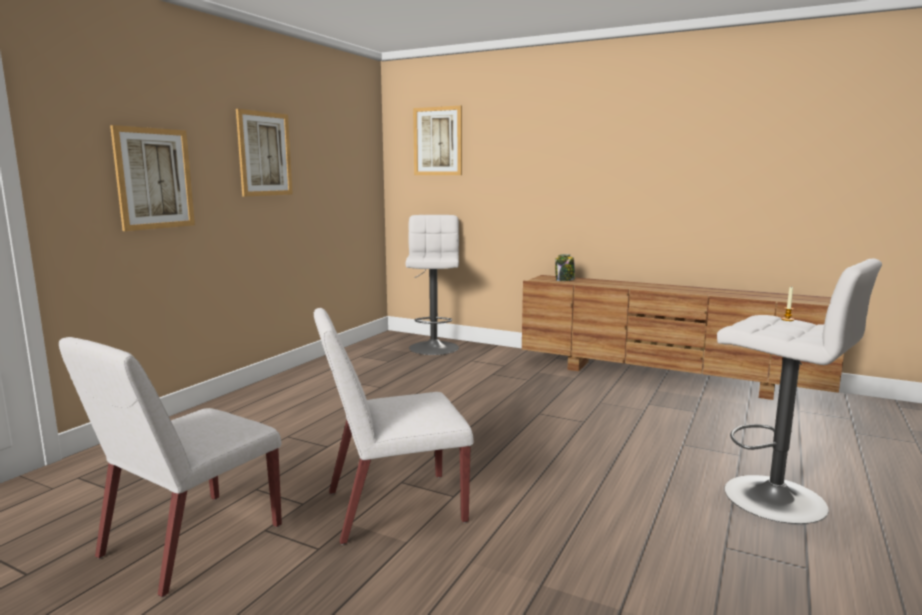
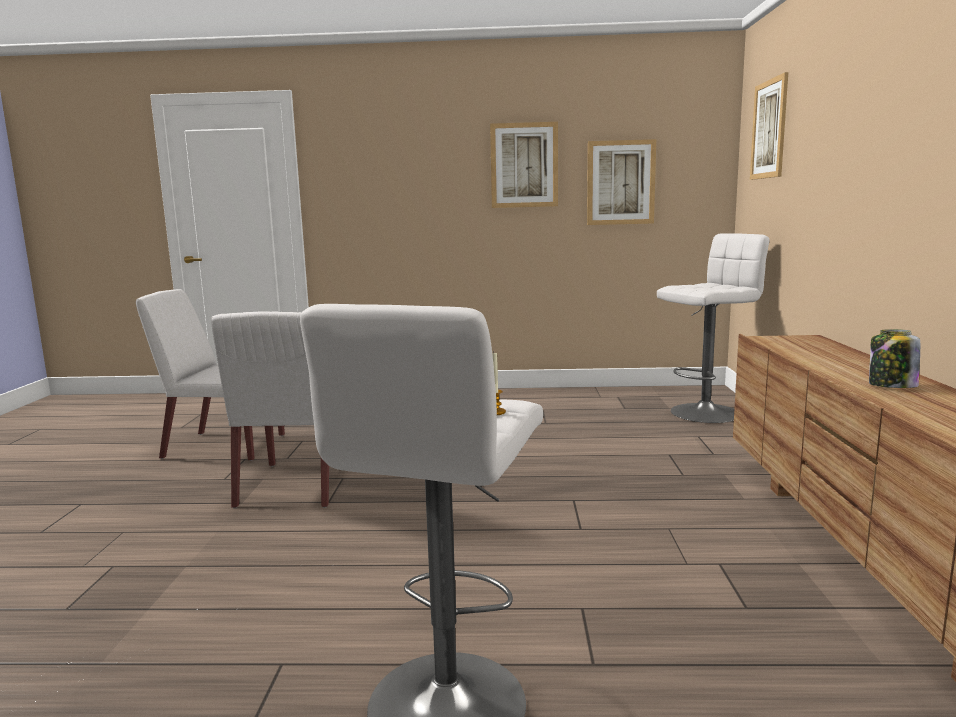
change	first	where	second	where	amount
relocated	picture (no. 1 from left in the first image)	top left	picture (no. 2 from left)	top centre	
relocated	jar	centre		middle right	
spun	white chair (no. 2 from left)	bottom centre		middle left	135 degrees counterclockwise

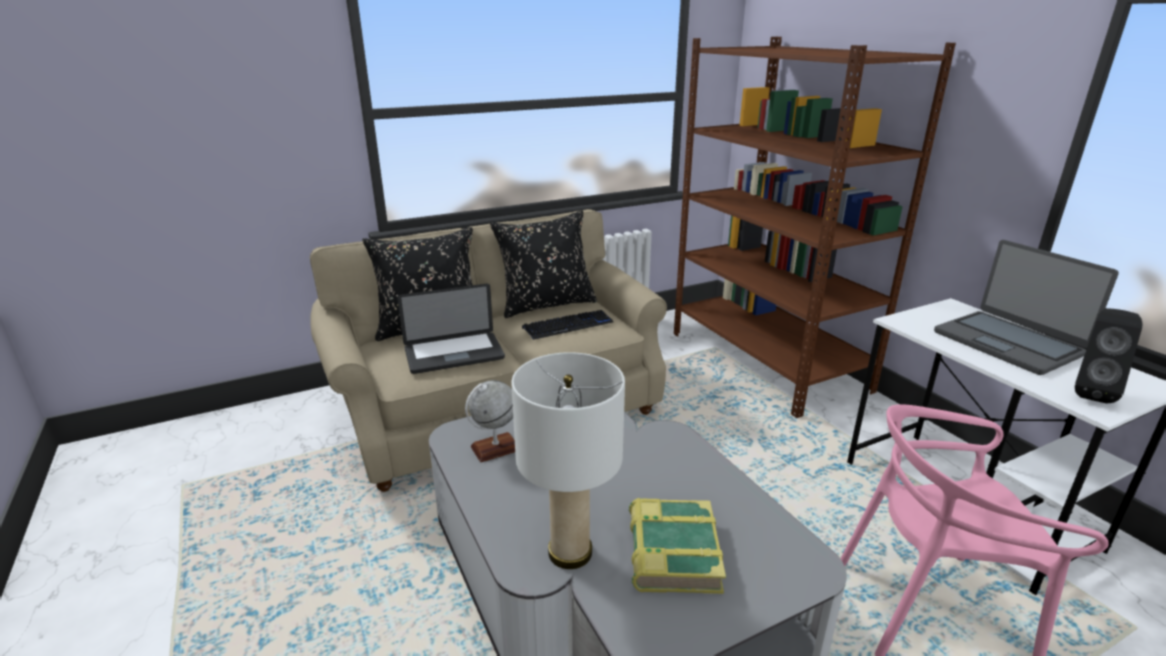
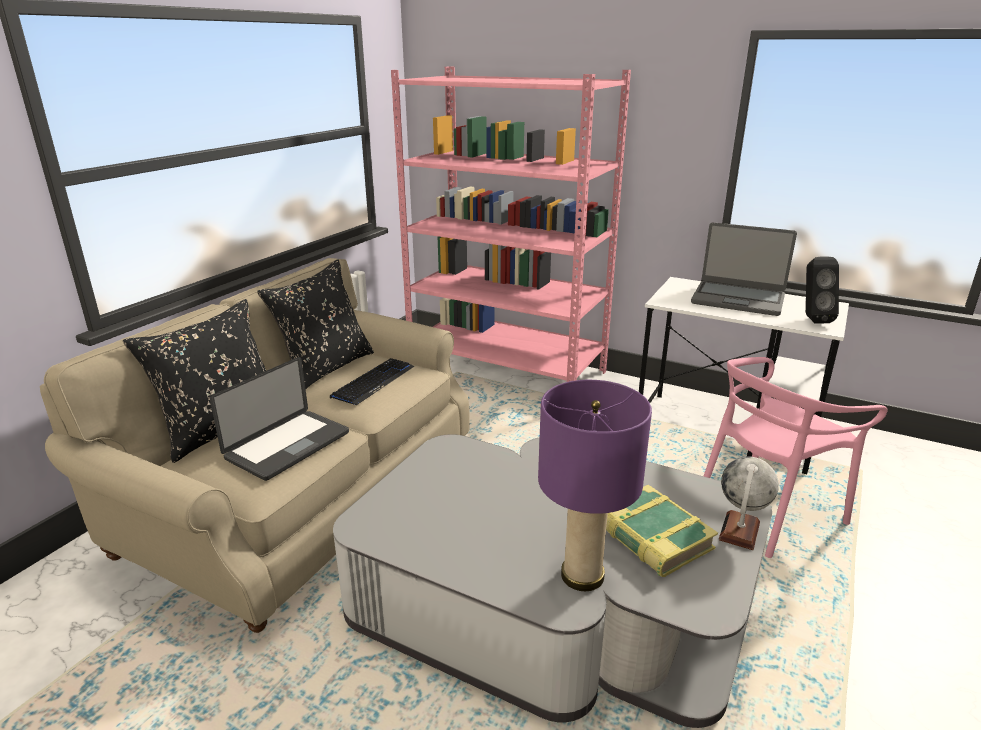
change	first	where	second	where	amount
colour	brown bookcase	middle right	pink bookcase	top centre	
colour	white table lamp	bottom centre	purple table lamp	centre	
relocated	globe	centre		bottom right	

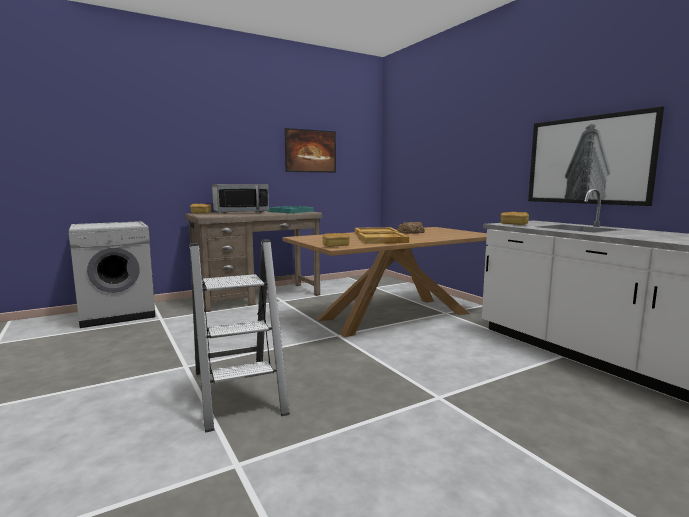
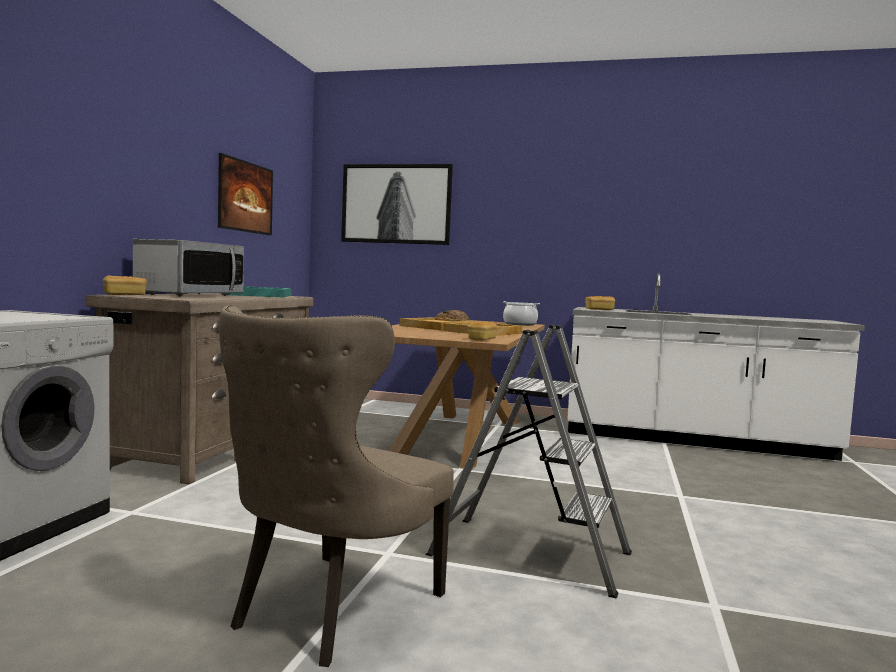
change	first	where	second	where	amount
relocated	picture (no. 2 from left)	top right		top centre	
appeared			cooking pot	centre	
appeared			beige chair	bottom centre	

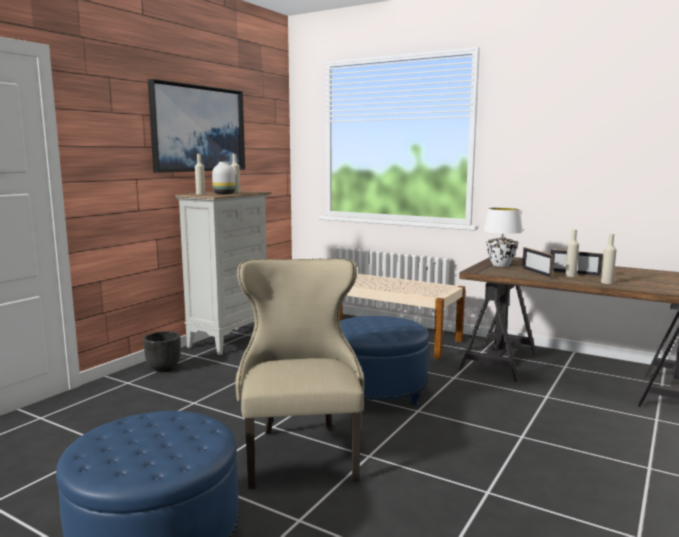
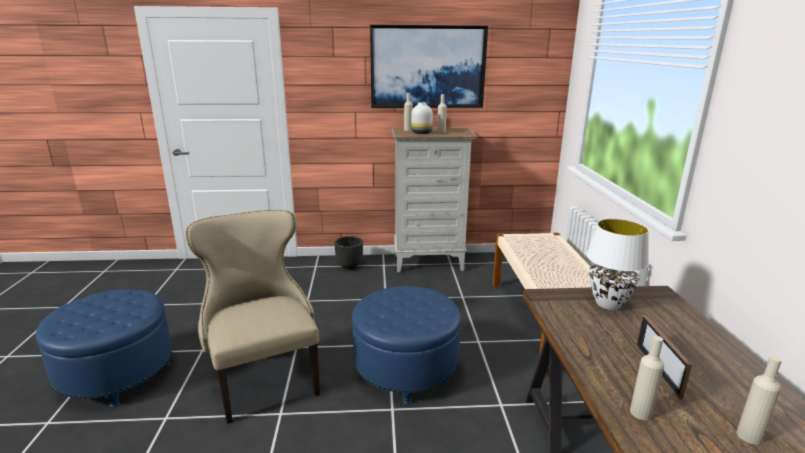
change	first	where	second	where	amount
relocated	beige bottle (no. 3 from left in the first image)	middle right	beige bottle (no. 4 from left)	bottom right	
missing	picture frame (no. 1 from left)	middle right			
spun	beige chair	bottom centre		bottom left	75 degrees counterclockwise

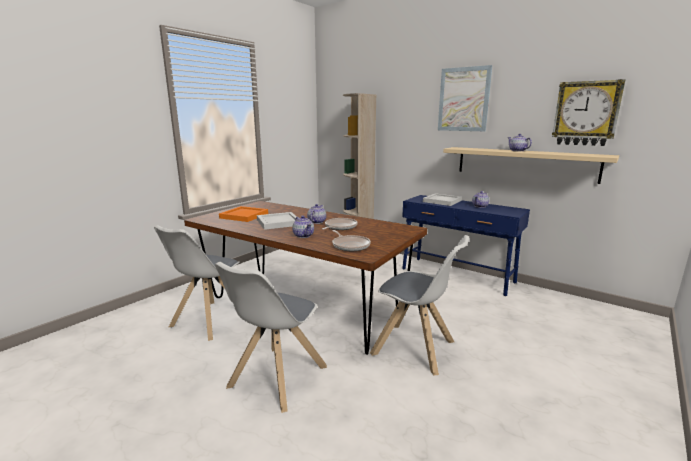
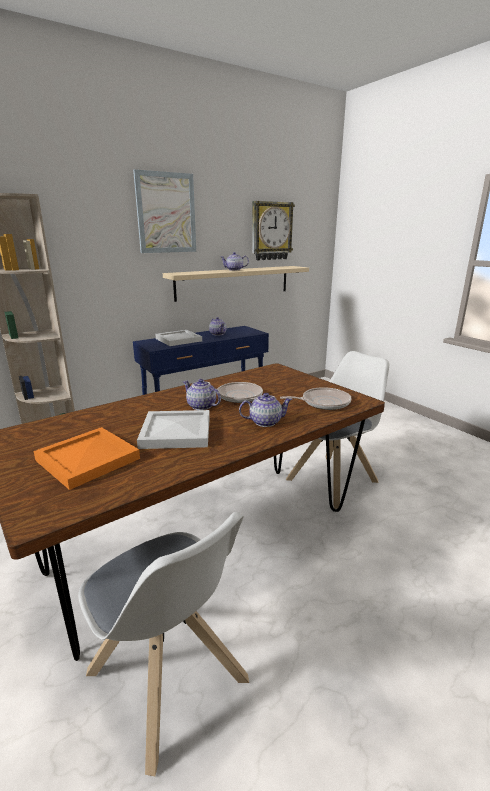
change	first	where	second	where	amount
missing	chair (no. 2 from left)	bottom centre			

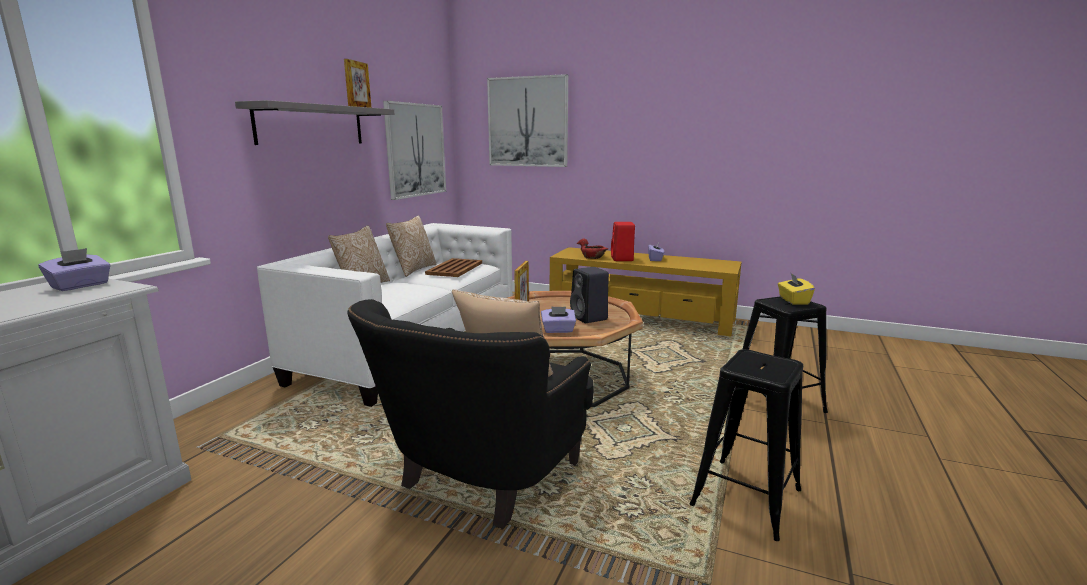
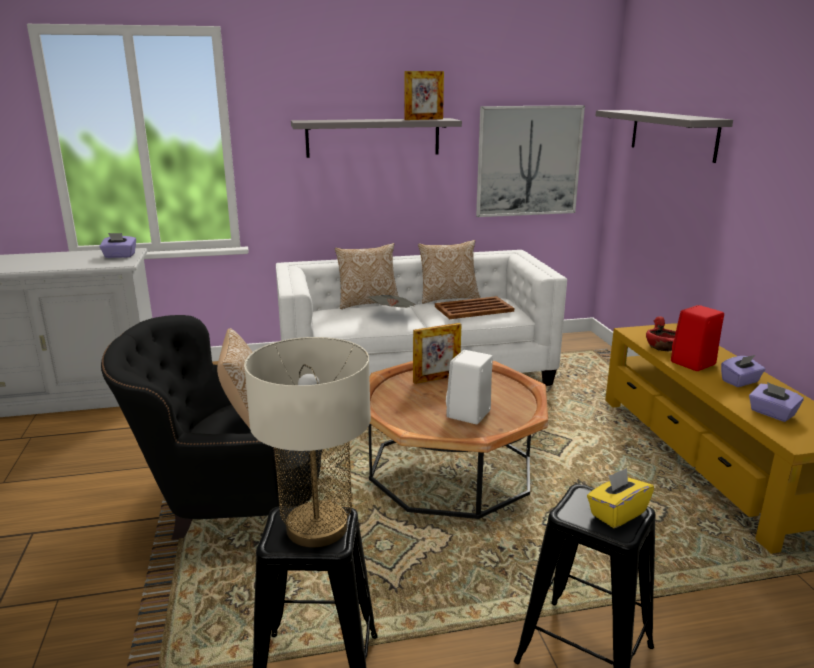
change	first	where	second	where	amount
exchanged	picture (no. 2 from left)	top centre	grey shelf (no. 2 from left)	top right	
colour	black speaker	centre	white speaker	centre	
relocated	purple tissue box (no. 2 from left in the first image)	centre	purple tissue box (no. 3 from left)	middle right	
appeared			newspaper	centre	
appeared			table lamp	centre	

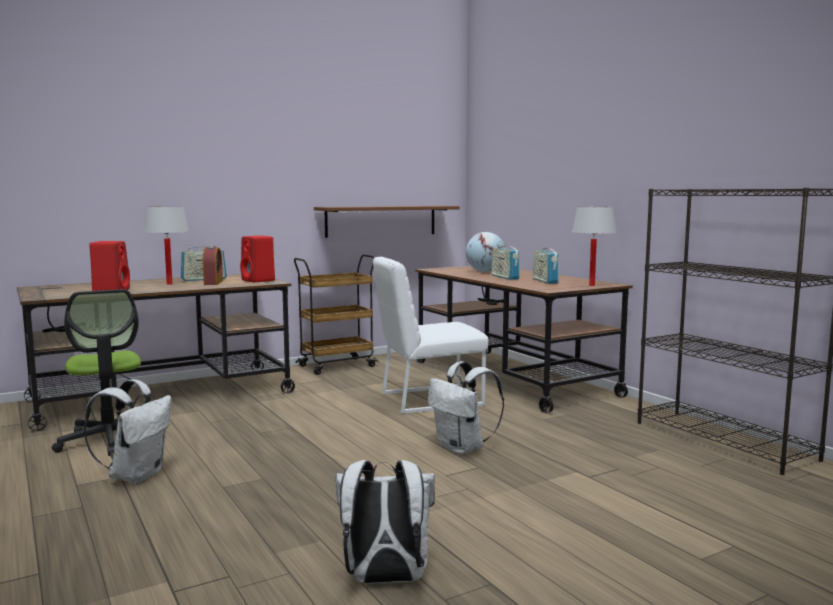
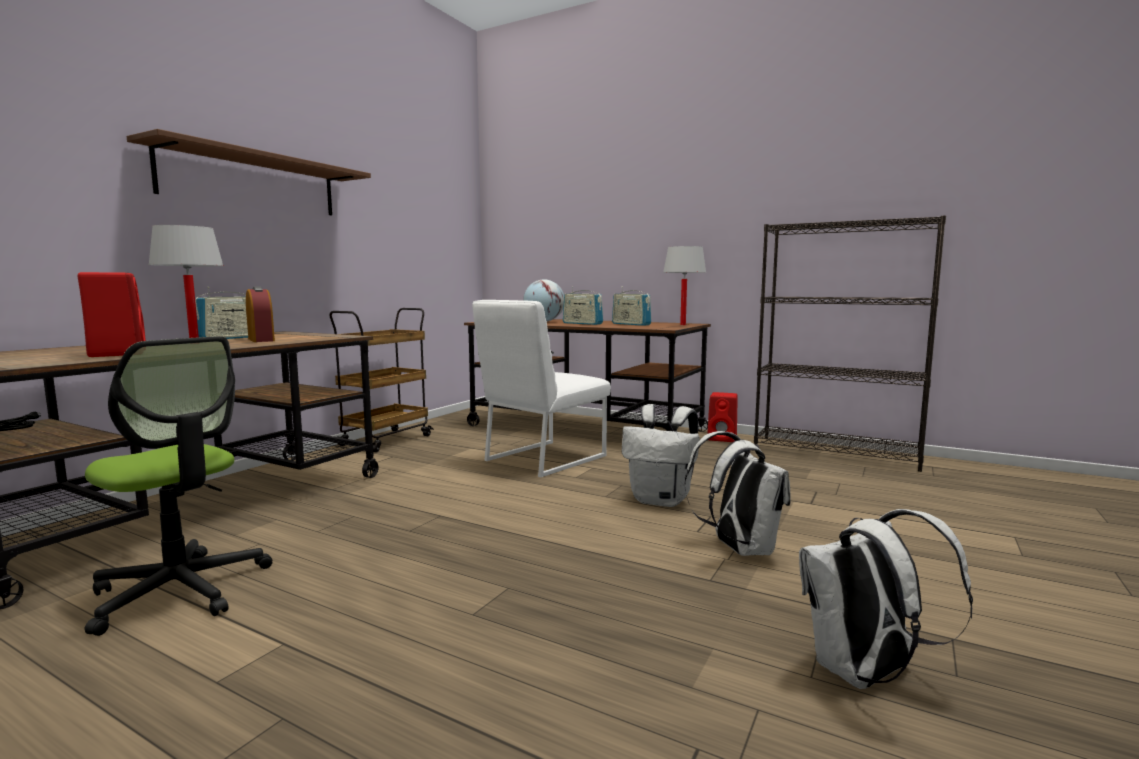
change	first	where	second	where	amount
relocated	brown shelf	centre		top left	
relocated	red speaker (no. 2 from left)	middle left		centre	
relocated	white backpack (no. 1 from left in the first image)	bottom left	white backpack (no. 2 from left)	centre	

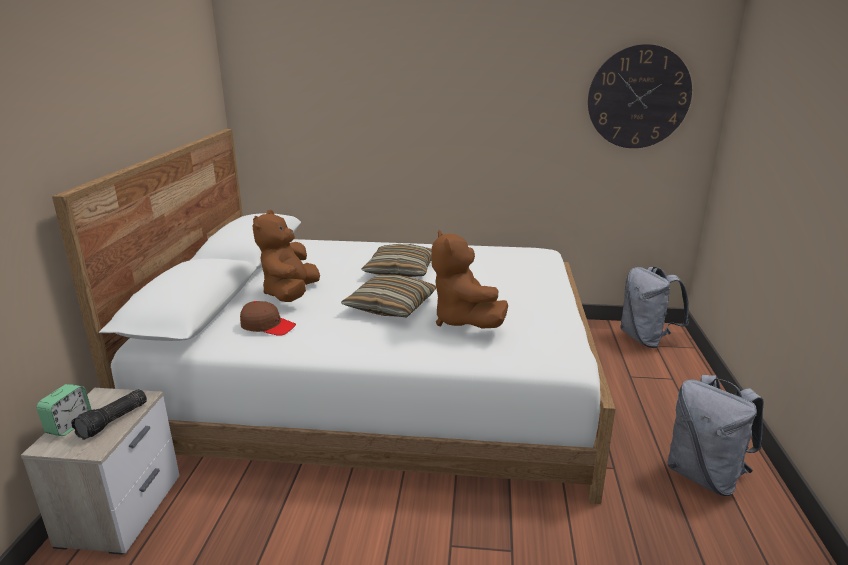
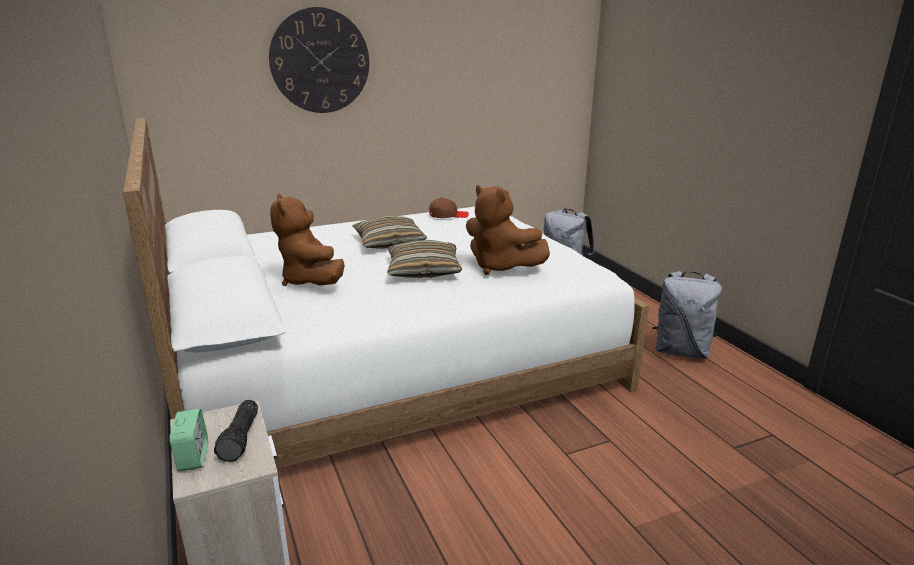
change	first	where	second	where	amount
relocated	wall clock	top right		top centre	
relocated	brown cap	middle left		centre	

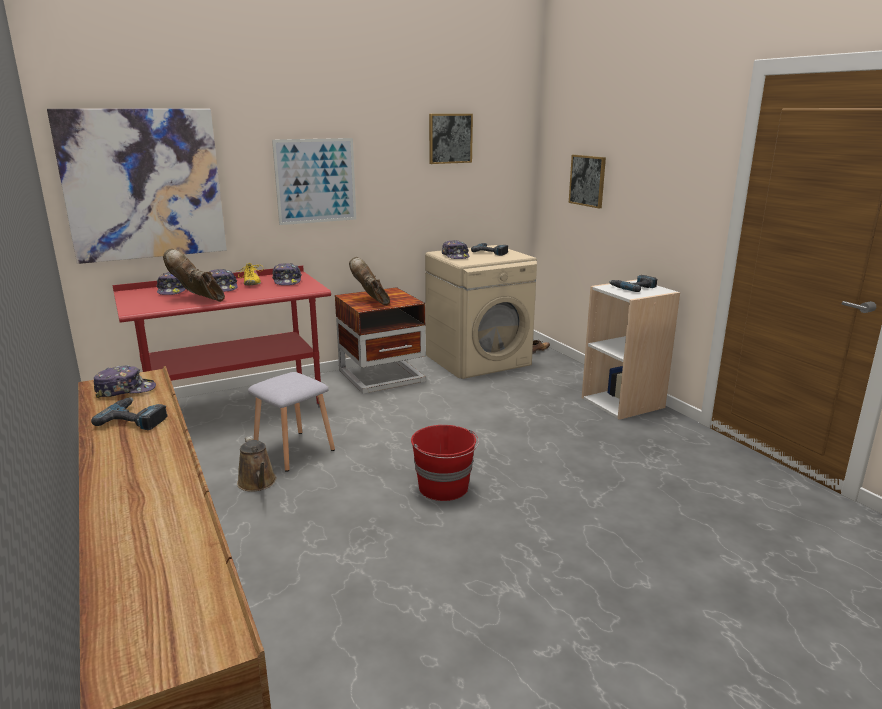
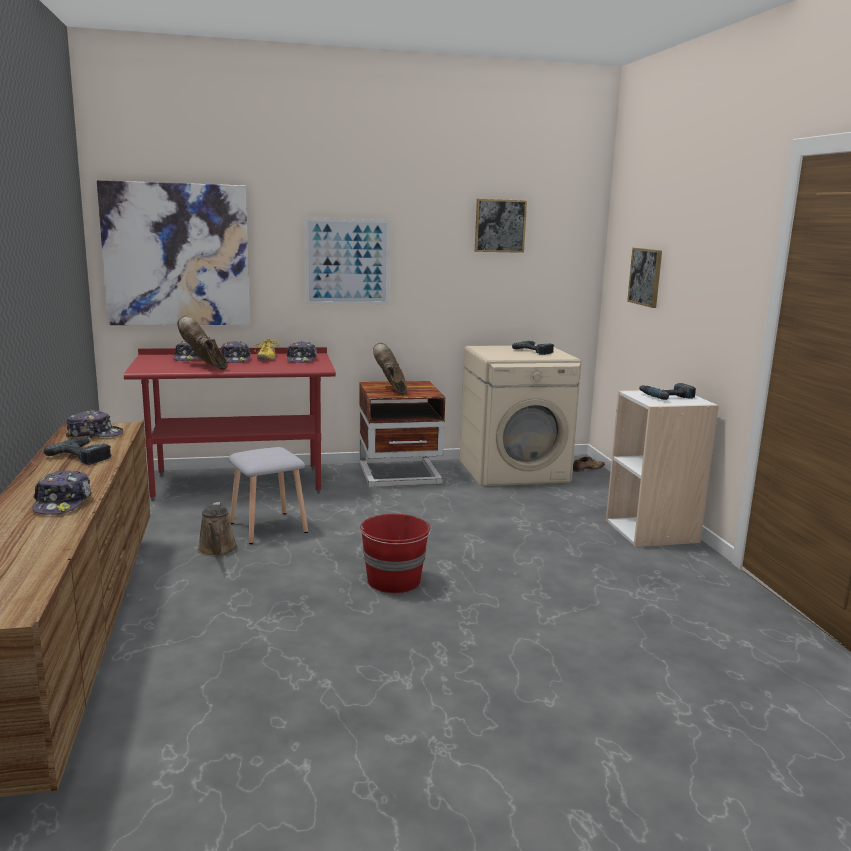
change	first	where	second	where	amount
relocated	cap (no. 5 from left in the first image)	centre	cap (no. 1 from left)	middle left	

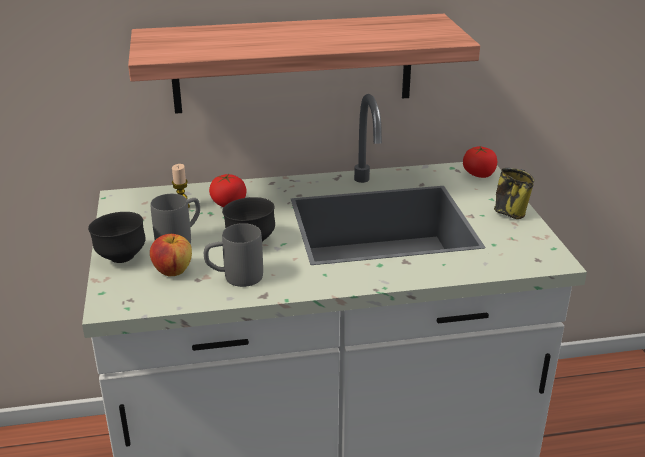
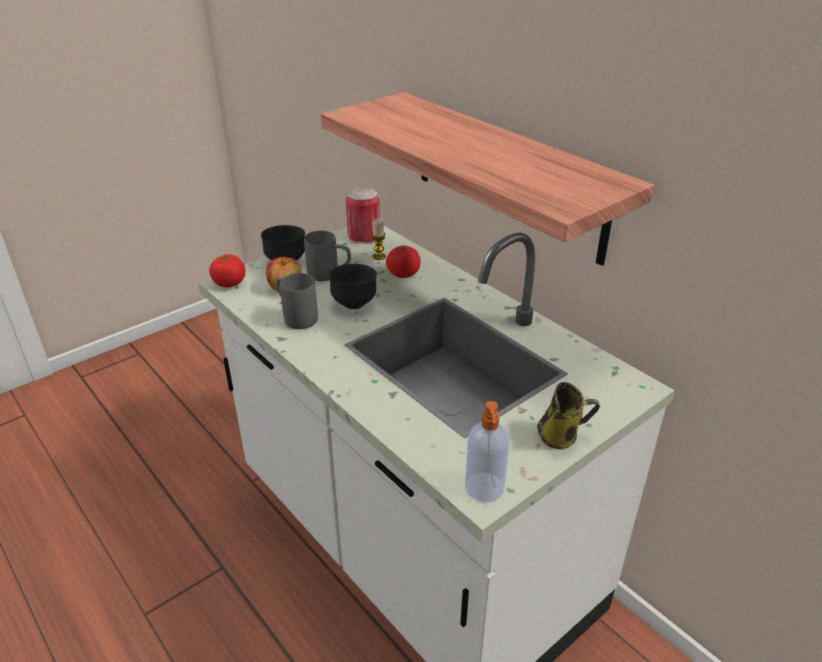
change	first	where	second	where	amount
relocated	tomato (no. 2 from left in the first image)	middle right	tomato (no. 1 from left)	middle left	
appeared			can	top centre	
appeared			soap dispenser	bottom centre	

